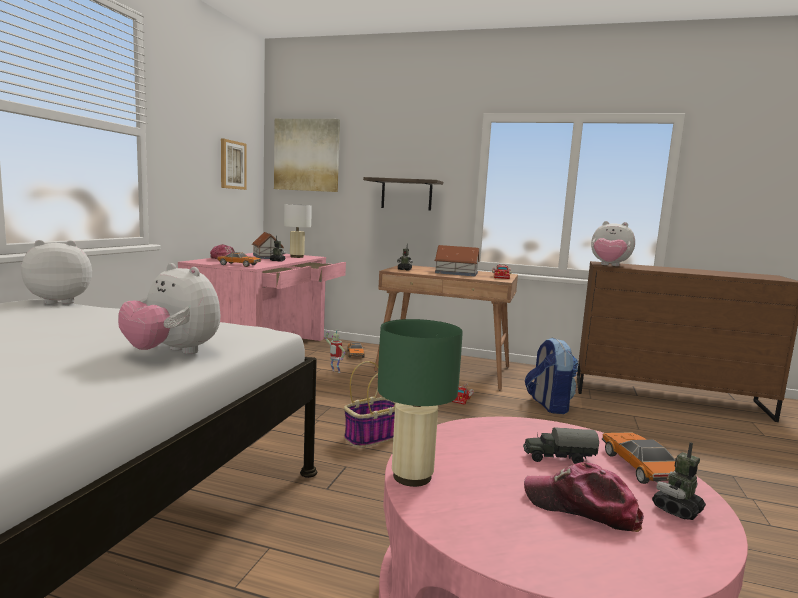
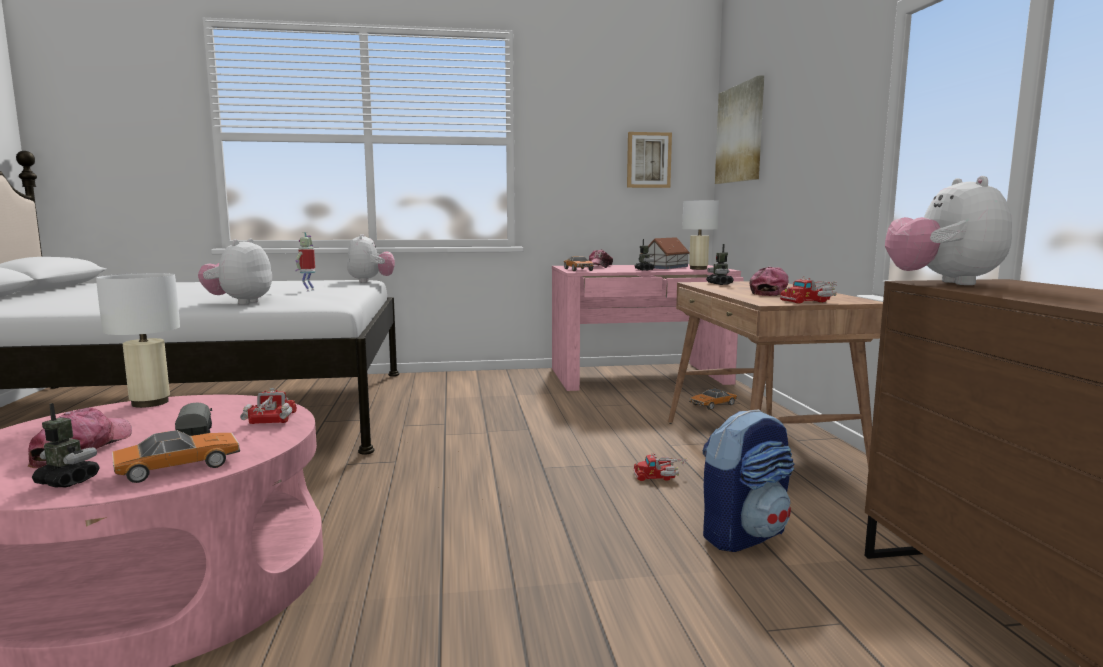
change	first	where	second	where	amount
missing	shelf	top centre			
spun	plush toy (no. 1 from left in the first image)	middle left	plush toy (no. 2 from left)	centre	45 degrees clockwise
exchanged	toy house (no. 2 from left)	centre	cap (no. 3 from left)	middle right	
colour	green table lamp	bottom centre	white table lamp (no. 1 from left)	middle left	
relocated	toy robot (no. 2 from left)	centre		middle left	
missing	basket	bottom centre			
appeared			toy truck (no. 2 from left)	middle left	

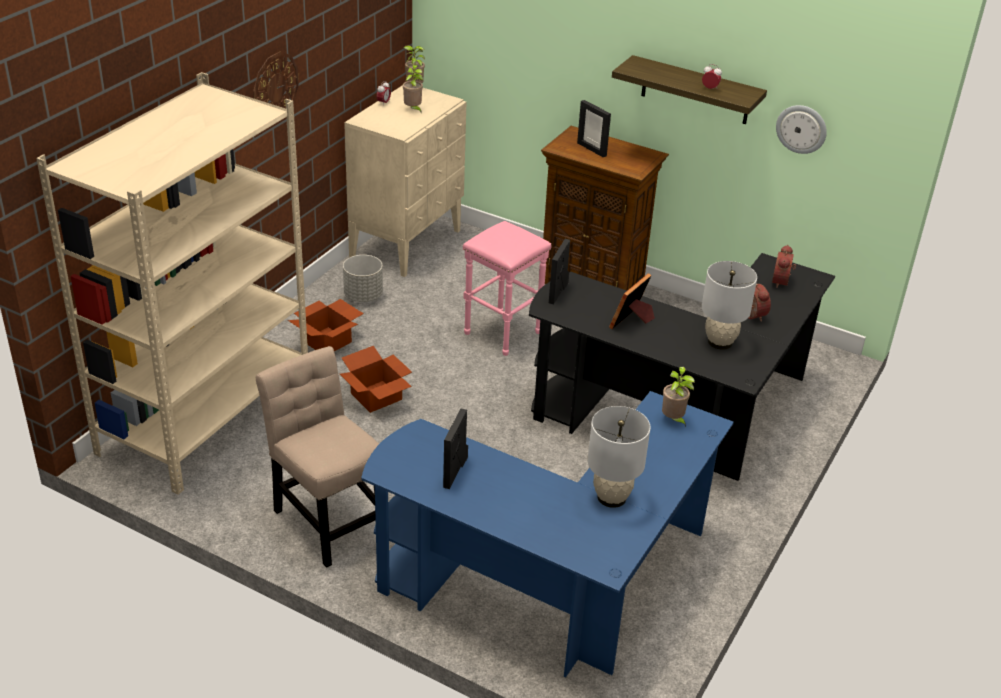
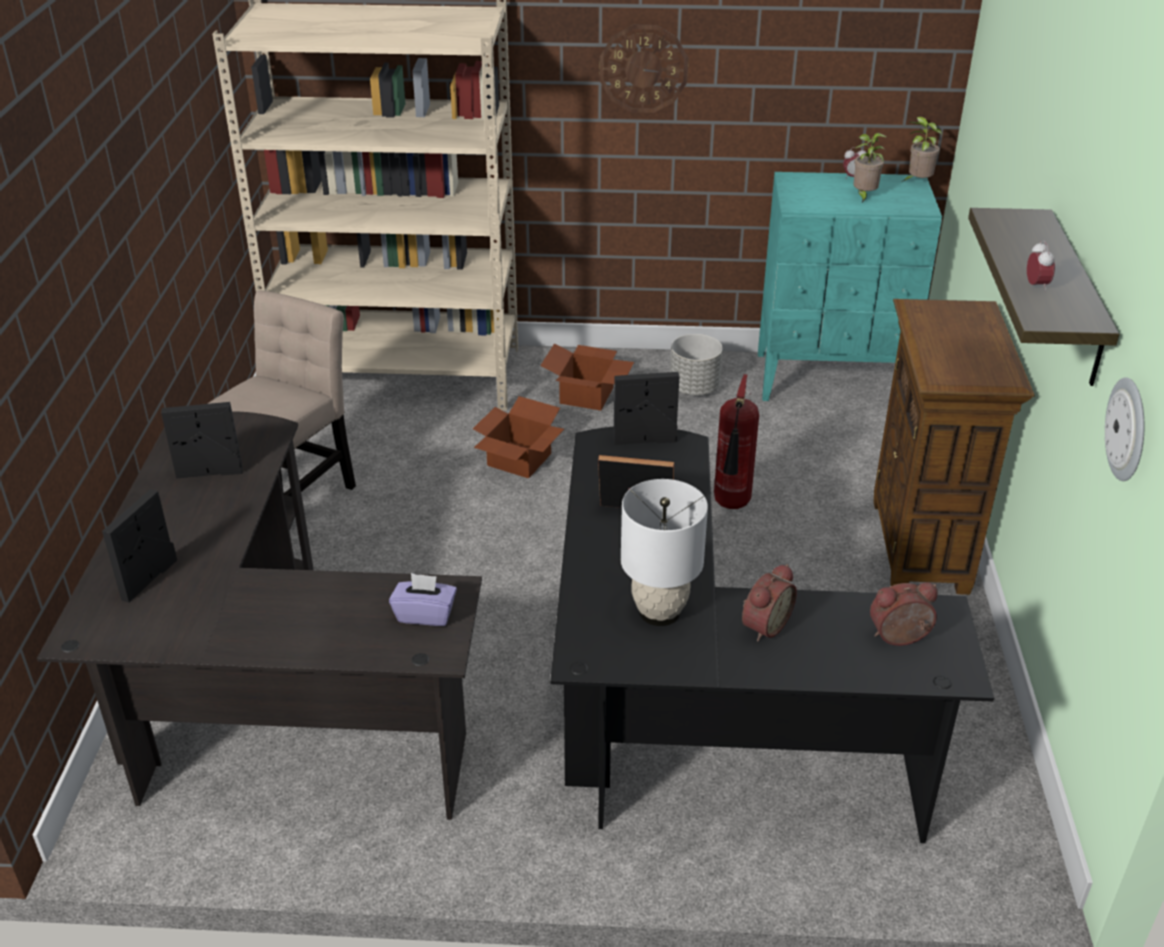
change	first	where	second	where	amount
colour	beige dresser	top centre	turquoise dresser	top right	
relocated	picture frame (no. 3 from left in the first image)	top centre	picture frame (no. 1 from left)	middle left	
exchanged	pink stool	centre	fire extinguisher	centre	
exchanged	potted plant (no. 3 from left)	middle right	purple tissue box	centre	
colour	blue desk	bottom centre	black desk (no. 1 from left)	middle left	
missing	white table lamp (no. 1 from left)	centre			

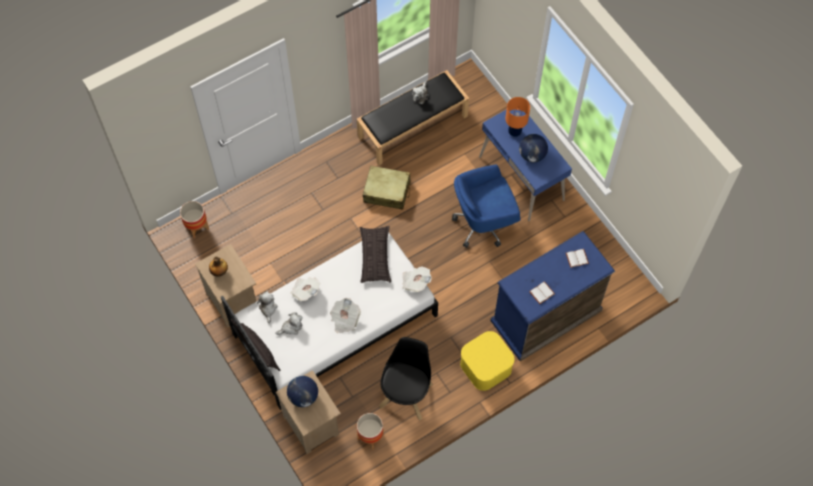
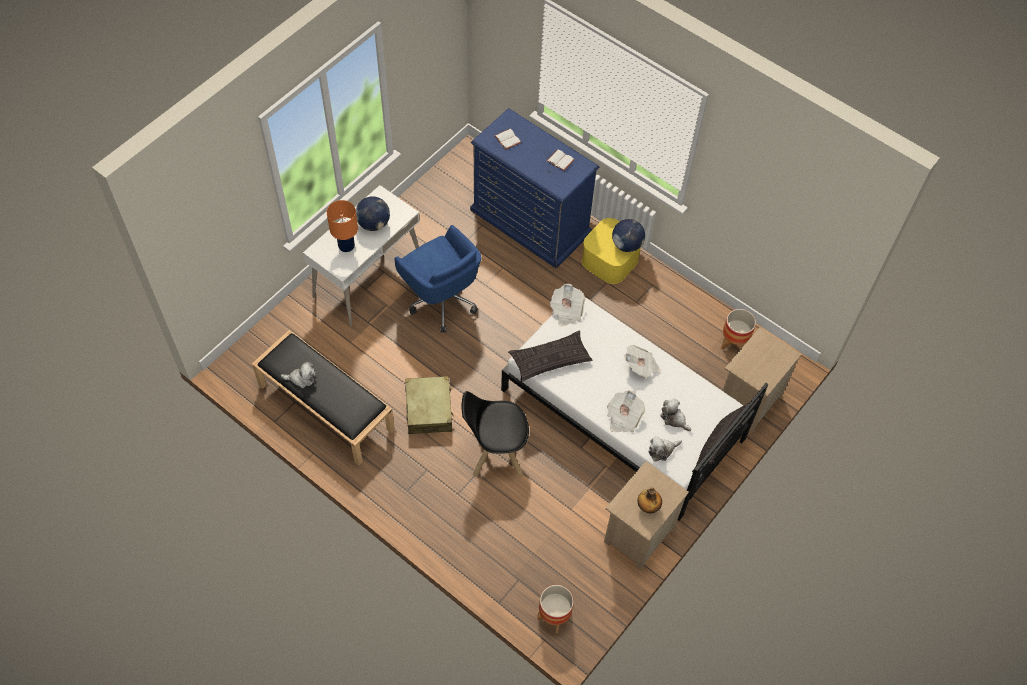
change	first	where	second	where	amount
colour	blue desk	centre	white desk	centre	
relocated	black chair	bottom centre		centre	
relocated	globe (no. 1 from left in the first image)	bottom centre	globe (no. 2 from left)	centre	

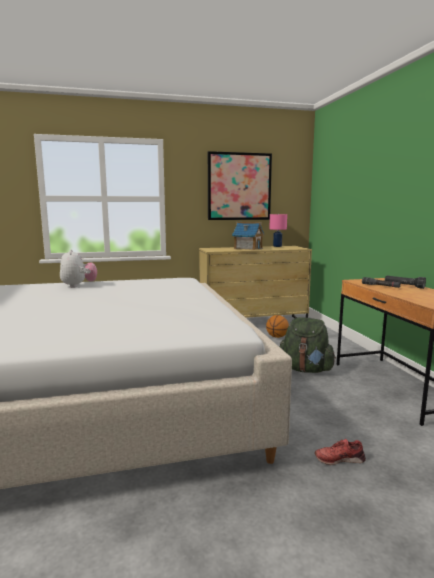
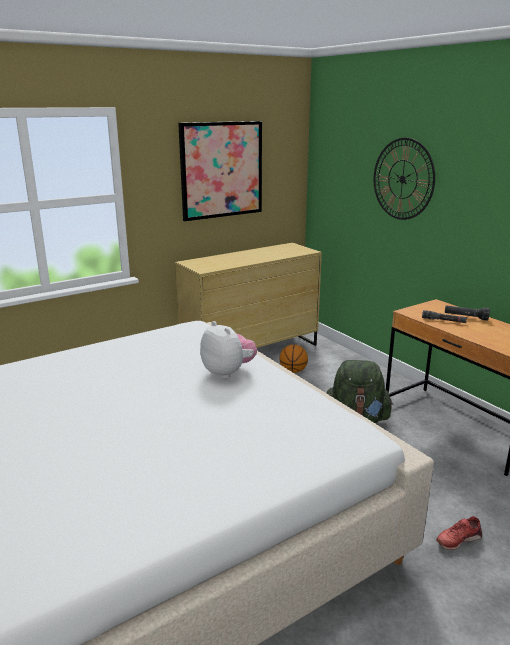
change	first	where	second	where	amount
missing	pink table lamp	centre			
missing	toy house	centre			
relocated	plush toy	middle left		centre	
appeared			wall clock	top right	

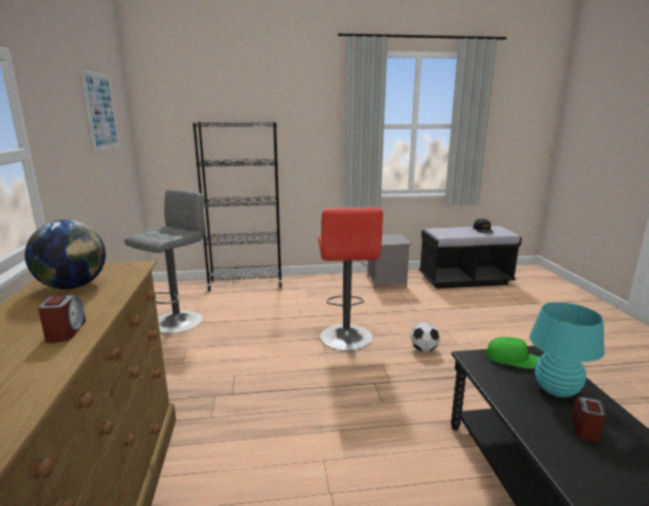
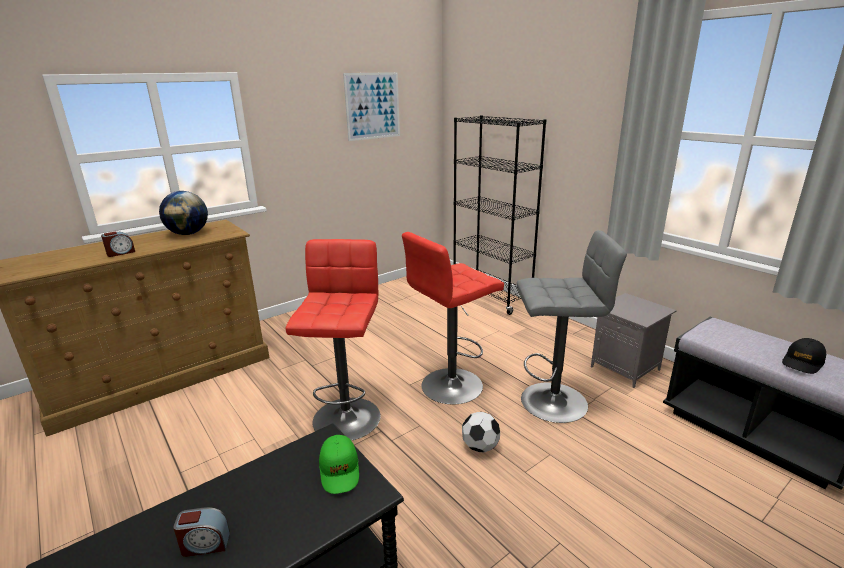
change	first	where	second	where	amount
relocated	grey stool	middle left		middle right	
missing	turquoise table lamp	bottom right			
appeared			red stool (no. 1 from left)	centre	

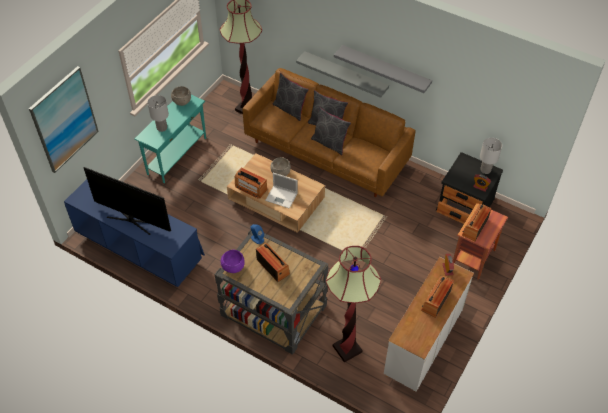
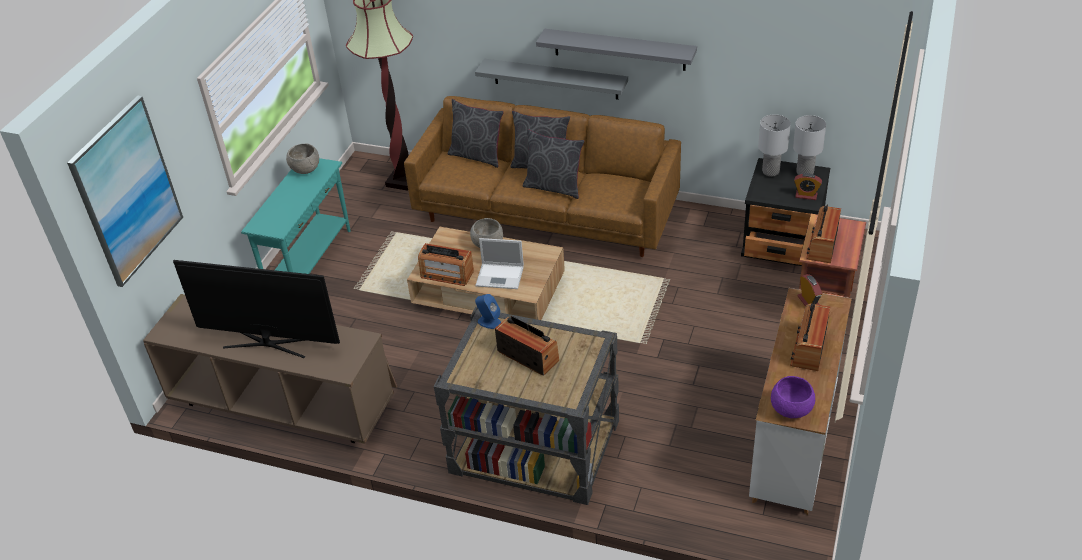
change	first	where	second	where	amount
relocated	grey table lamp (no. 1 from left)	top left		top right	
colour	blue tv stand	middle left	brown tv stand	middle left	
missing	floor lamp (no. 2 from left)	bottom centre			
relocated	purple bowl	centre		bottom right	

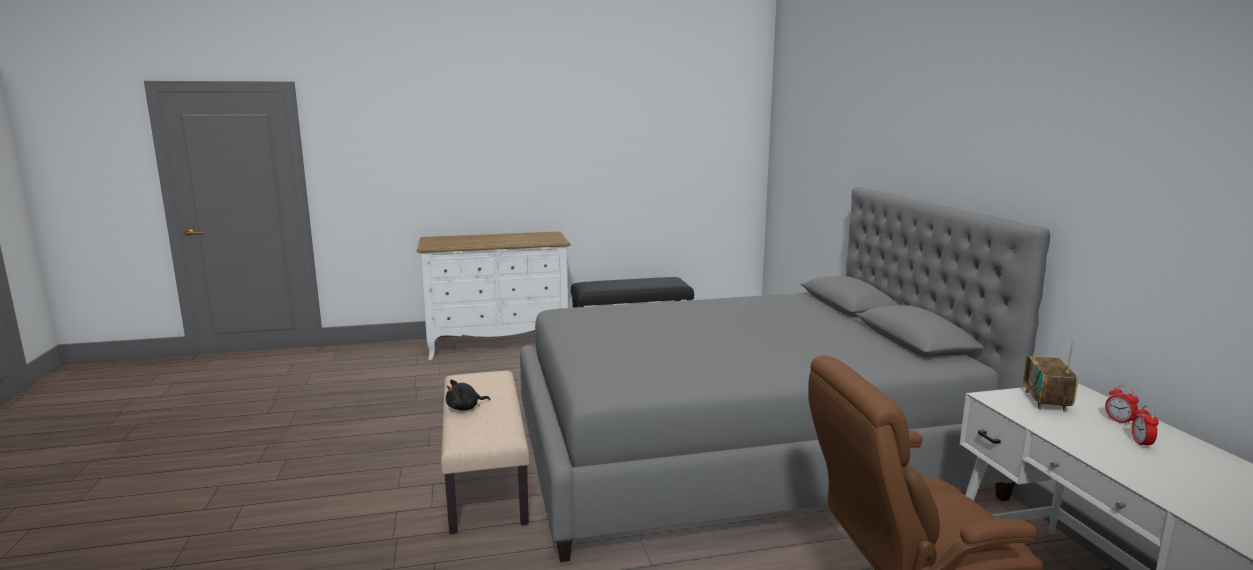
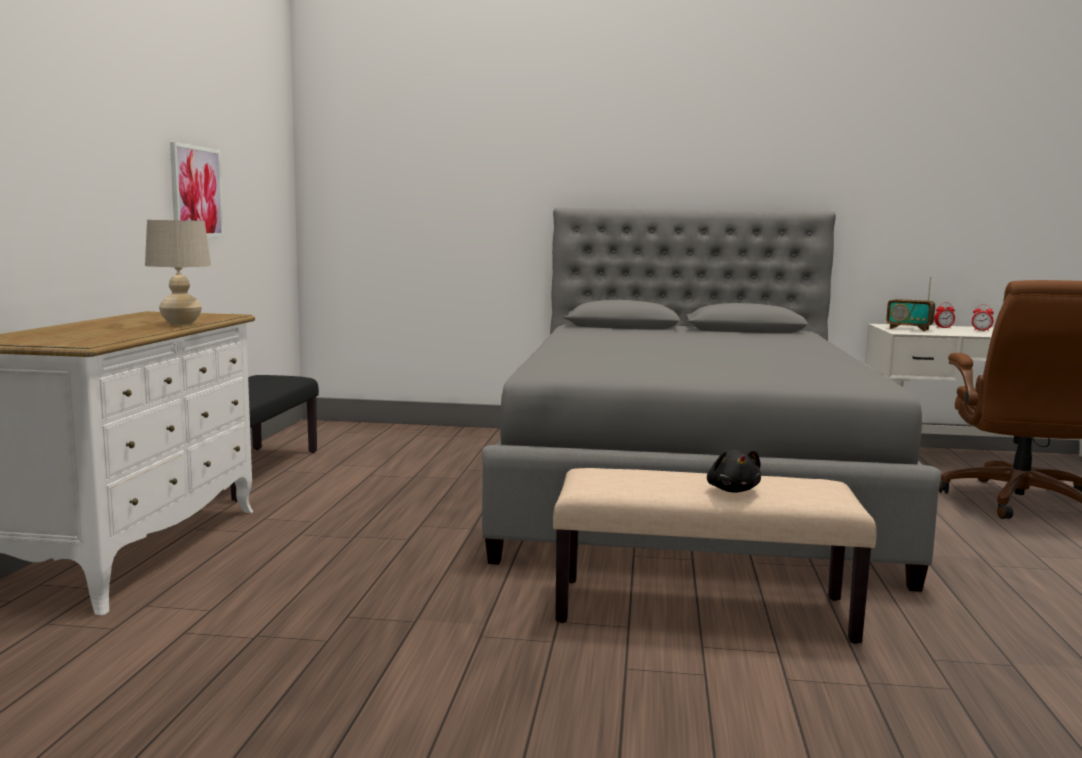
change	first	where	second	where	amount
appeared			picture	top left	
appeared			beige table lamp	middle left	

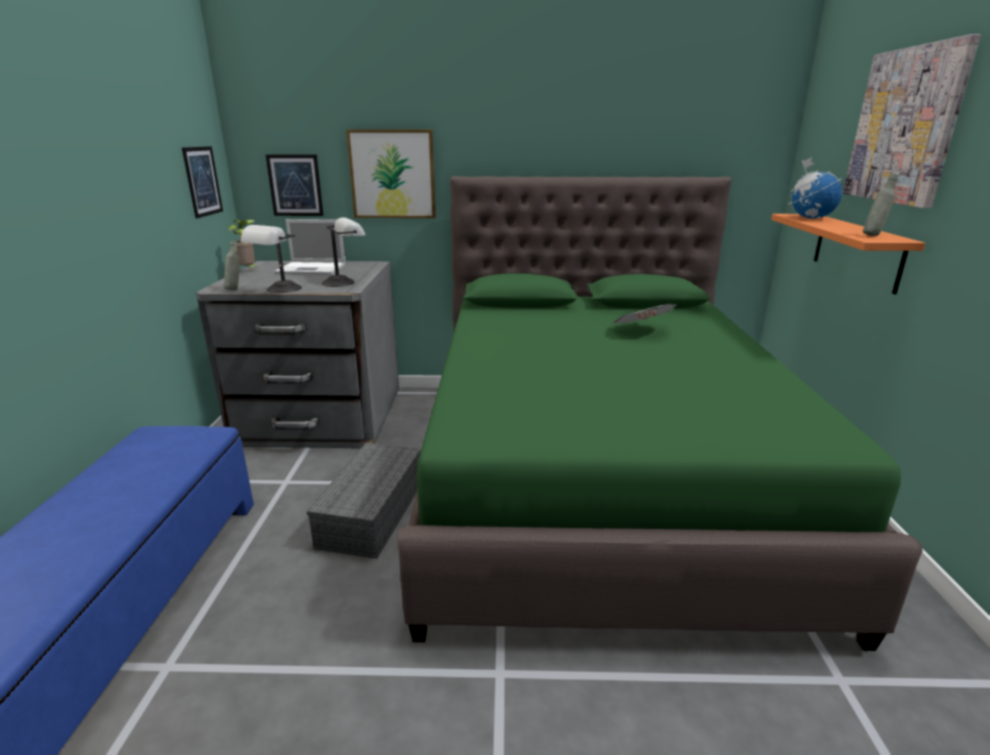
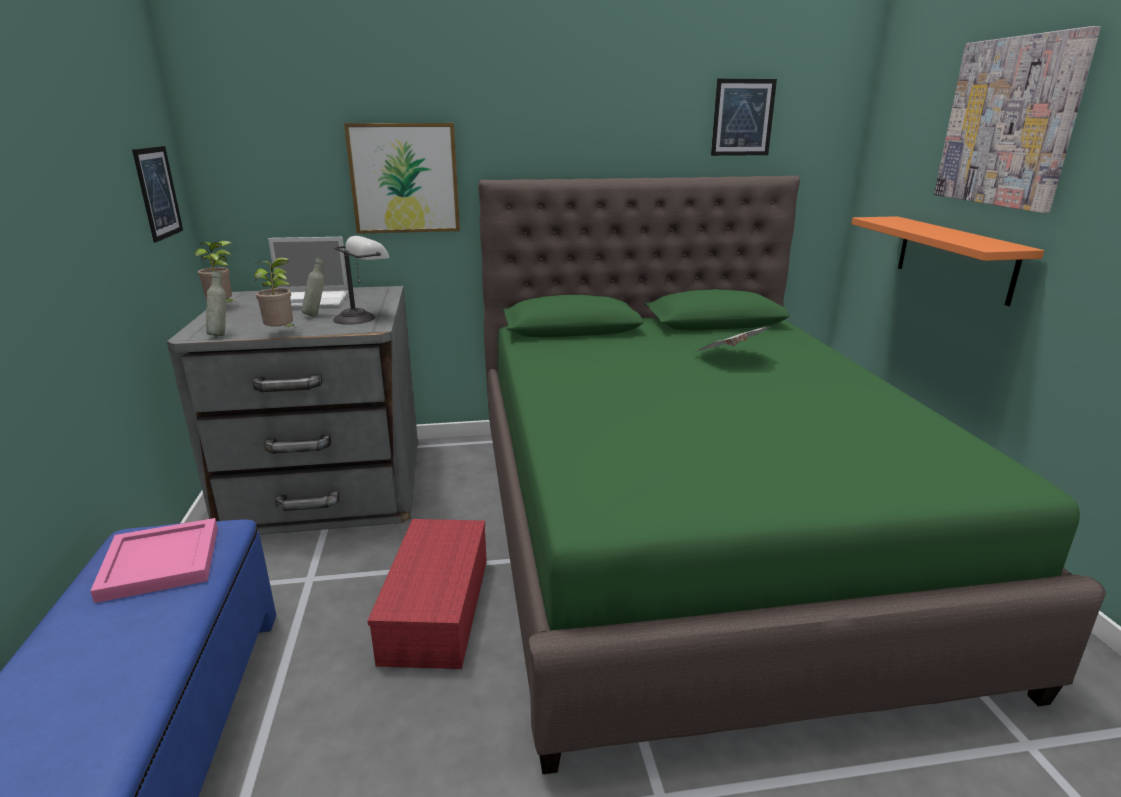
change	first	where	second	where	amount
relocated	picture (no. 2 from left in the first image)	top left	picture (no. 3 from left)	top centre	
missing	globe	top right			
relocated	grey bottle (no. 2 from left)	top right		middle left	
exchanged	table lamp (no. 1 from left)	middle left	potted plant (no. 2 from left)	middle left	
colour	grey storage box	centre	red storage box	bottom centre	
appeared			pink tray	bottom left	

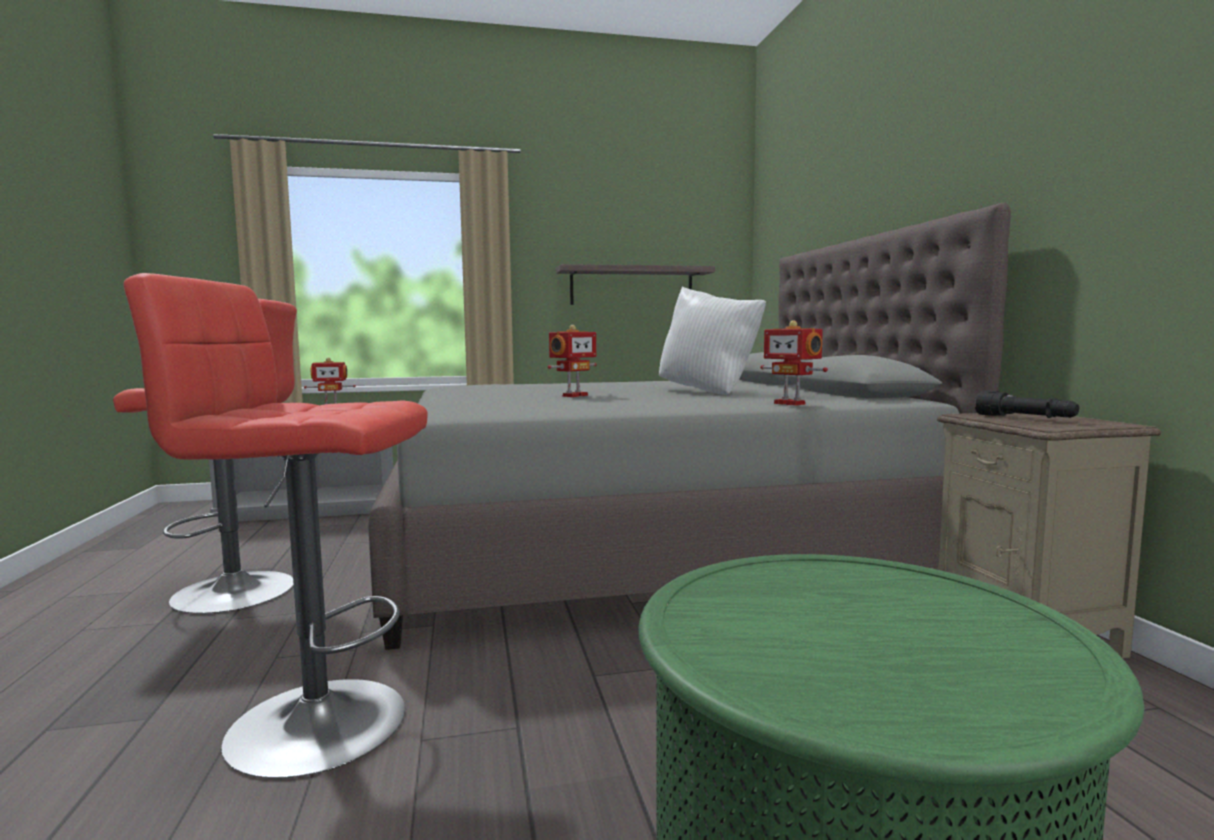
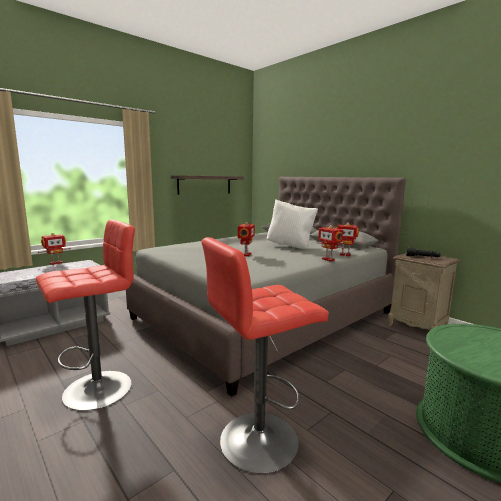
change	first	where	second	where	amount
appeared			toy robot (no. 3 from left)	centre	

